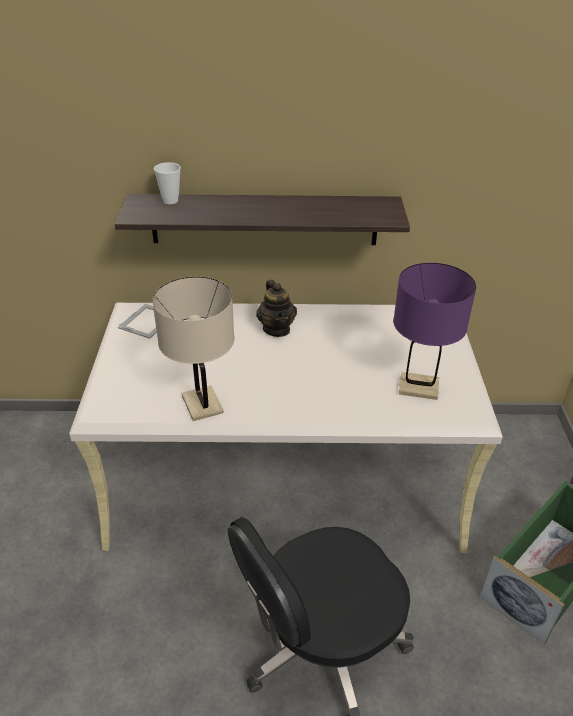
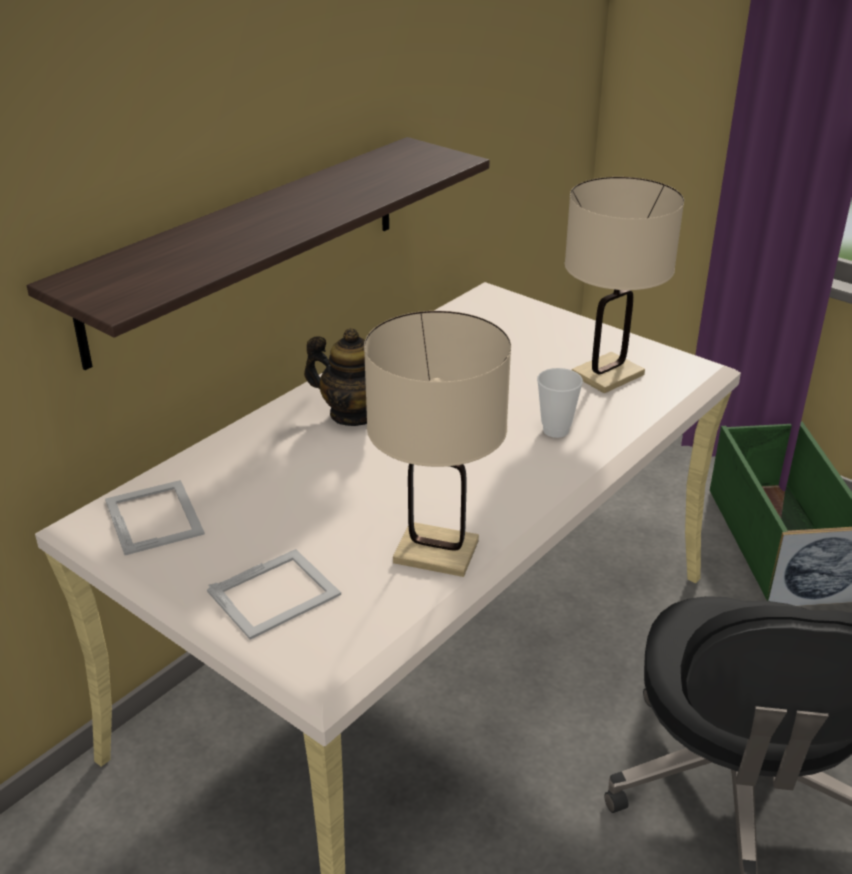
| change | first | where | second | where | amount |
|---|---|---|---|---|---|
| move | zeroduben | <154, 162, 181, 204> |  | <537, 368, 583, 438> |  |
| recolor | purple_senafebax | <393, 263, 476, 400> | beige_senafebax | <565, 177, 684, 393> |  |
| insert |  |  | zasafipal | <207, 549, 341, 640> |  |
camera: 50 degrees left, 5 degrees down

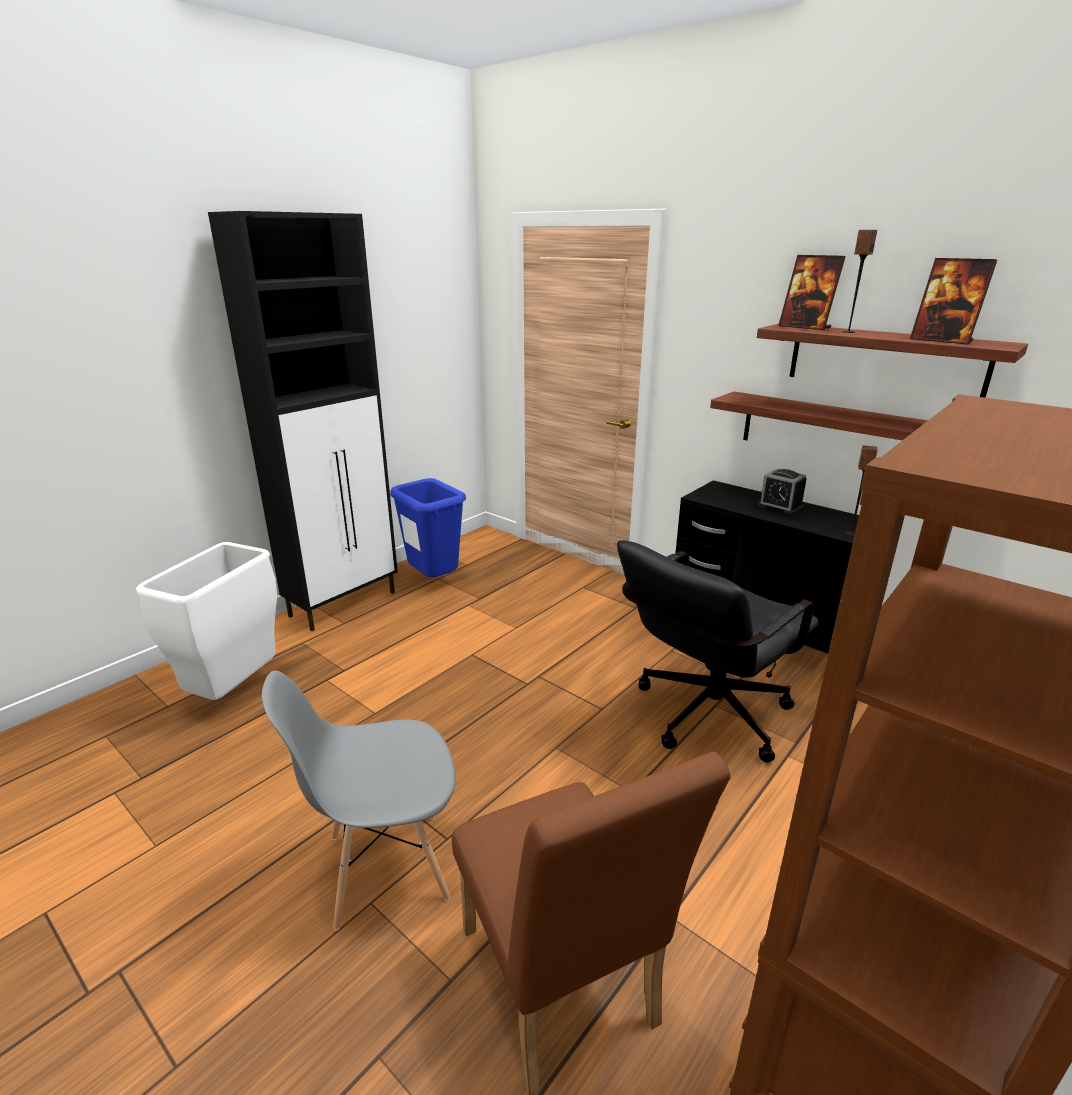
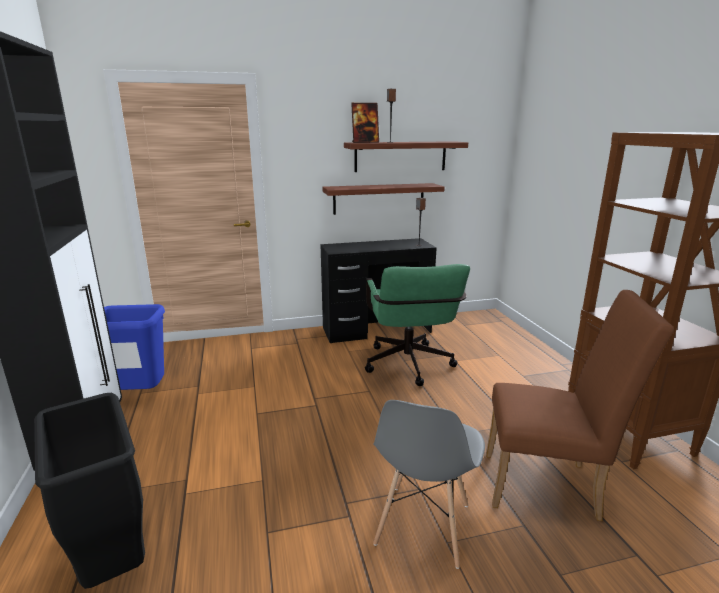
| change | first | where | second | where | amount |
|---|---|---|---|---|---|
| recolor | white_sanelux | <136, 542, 277, 700> | black_sanelux | <34, 393, 145, 589> |  |
| recolor | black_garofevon | <617, 540, 819, 763> | green_garofevon | <365, 264, 470, 386> |  |
| delete | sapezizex | <758, 469, 807, 515> |  |  |  |
| delete | zasafipal | <910, 258, 997, 345> |  |  |  |
camera: 55 degrees left, 5 degrees down

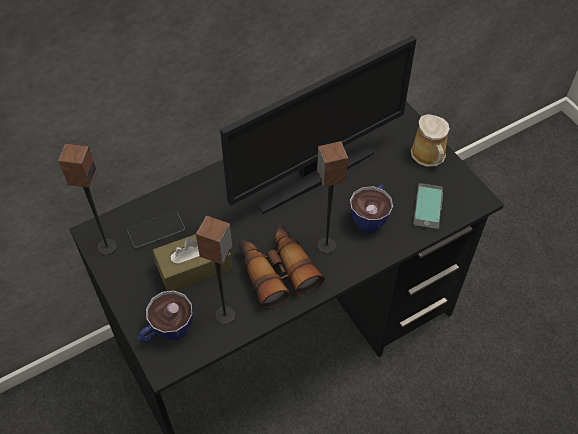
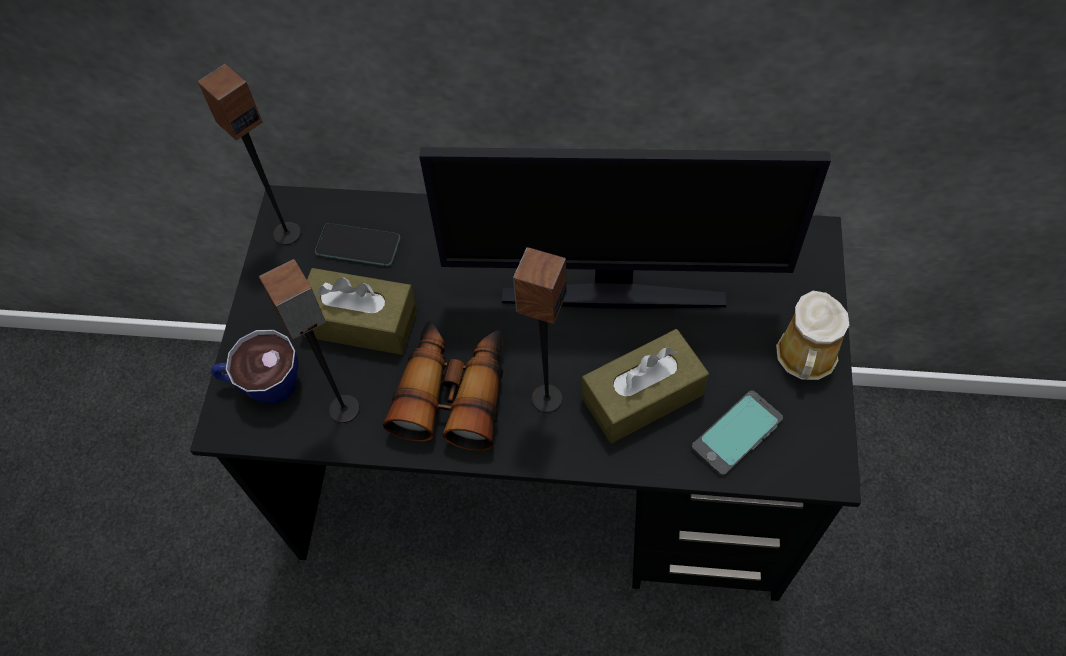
| change | first | where | second | where | amount |
|---|---|---|---|---|---|
| replace | zeroduben | <350, 185, 393, 233> | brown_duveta | <582, 329, 709, 443> |  |
camera: 40 degrees right, 5 degrees up

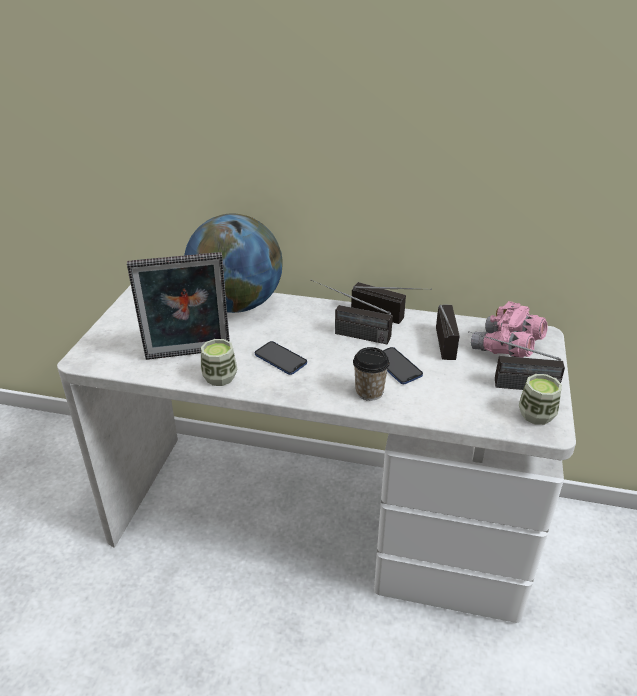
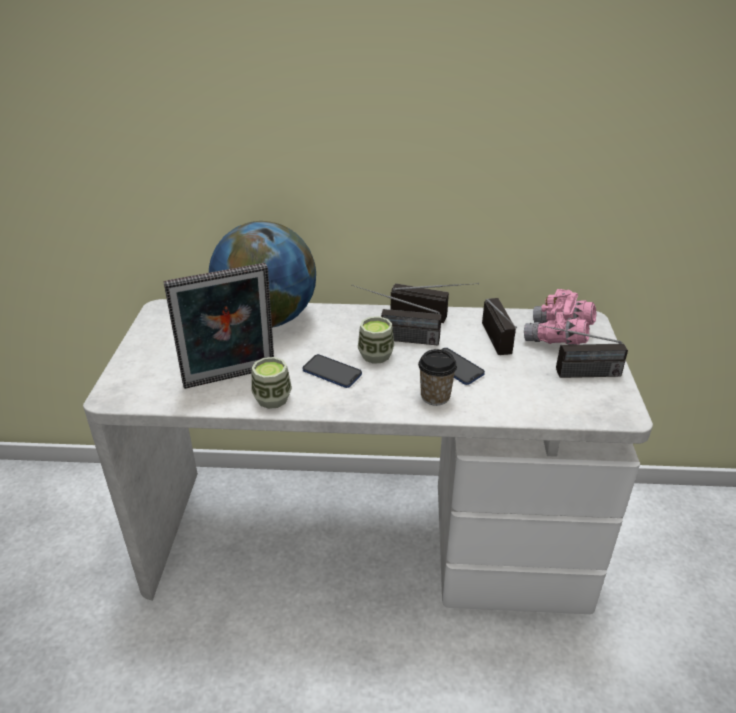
| change | first | where | second | where | amount |
|---|---|---|---|---|---|
| move | zeroduben | <519, 374, 562, 425> |  | <358, 316, 394, 364> |  |
camera: 10 degrees left, 0 degrees up

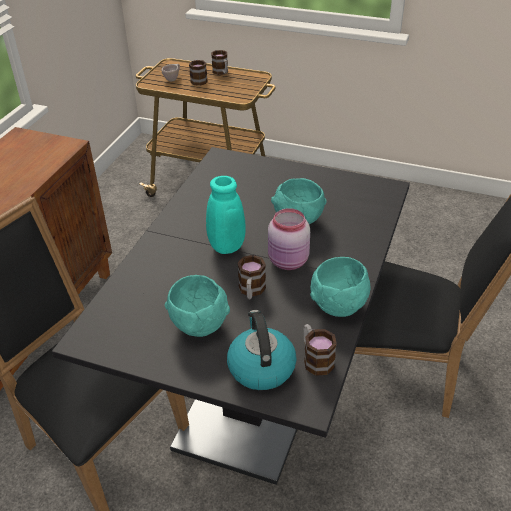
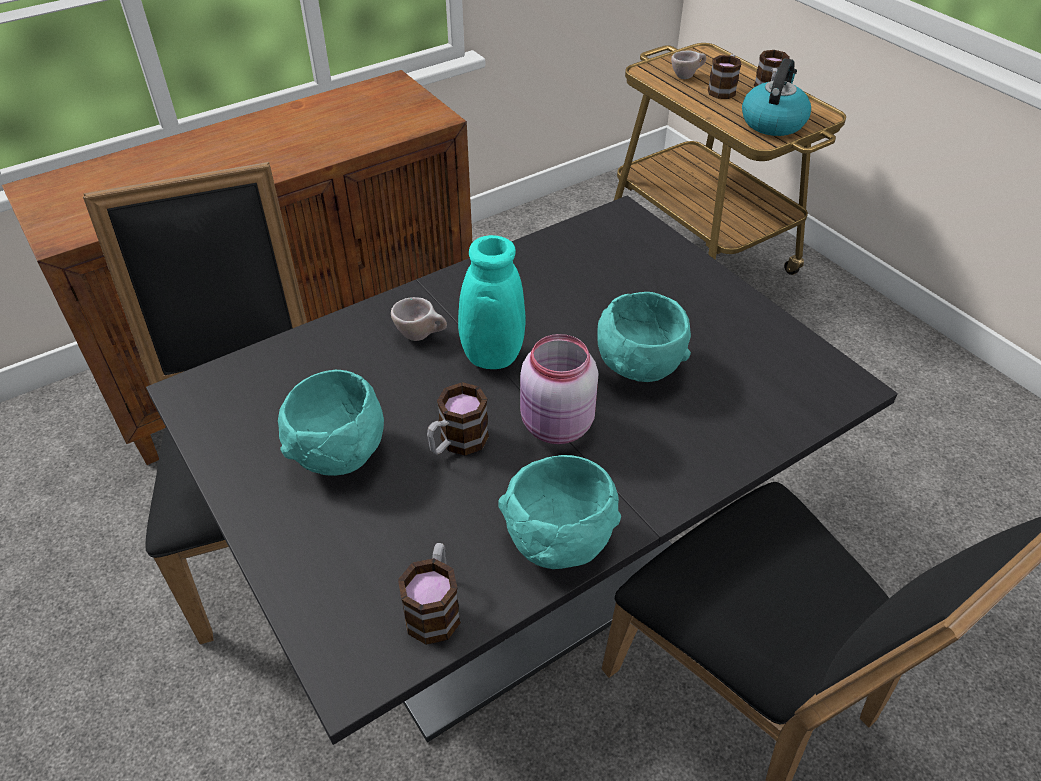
| change | first | where | second | where | amount |
|---|---|---|---|---|---|
| move | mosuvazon | <227, 310, 297, 390> |  | <742, 58, 811, 136> |  |
| insert |  |  | beige_zeroduben | <391, 297, 447, 341> |  |
camera: 35 degrees right, 5 degrees up

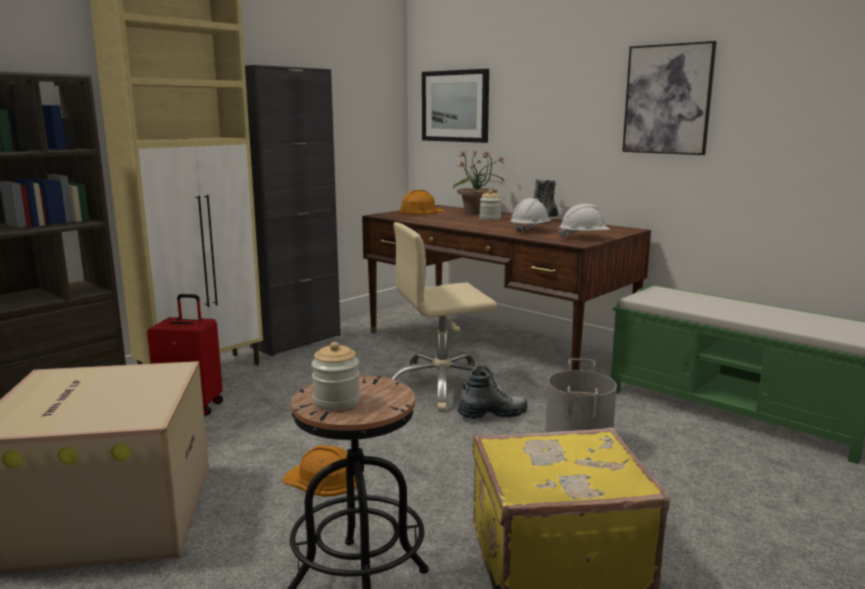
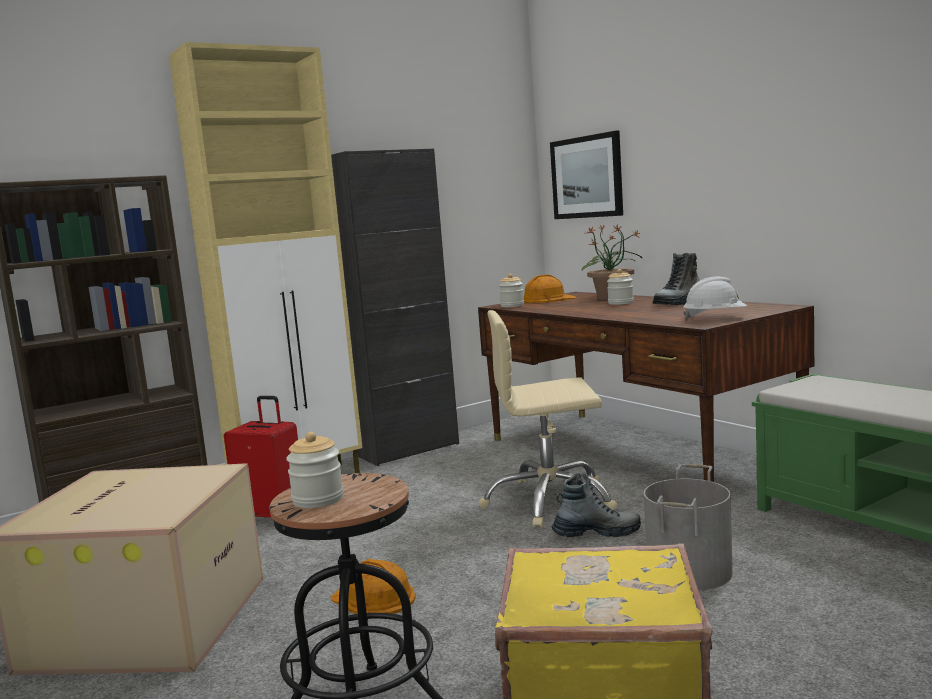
| change | first | where | second | where | amount |
|---|---|---|---|---|---|
| delete | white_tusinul | <511, 198, 552, 233> |  |  |  |
| delete | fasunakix | <622, 41, 717, 155> |  |  |  |
| insert |  |  | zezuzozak | <499, 274, 524, 307> |  |
camera: 15 degrees right, 5 degrees down

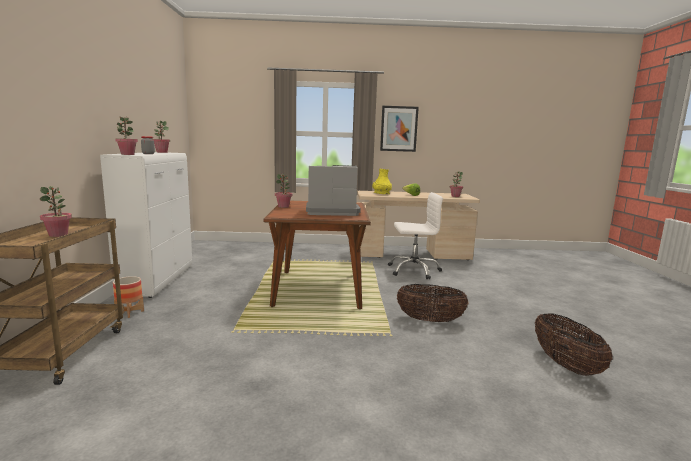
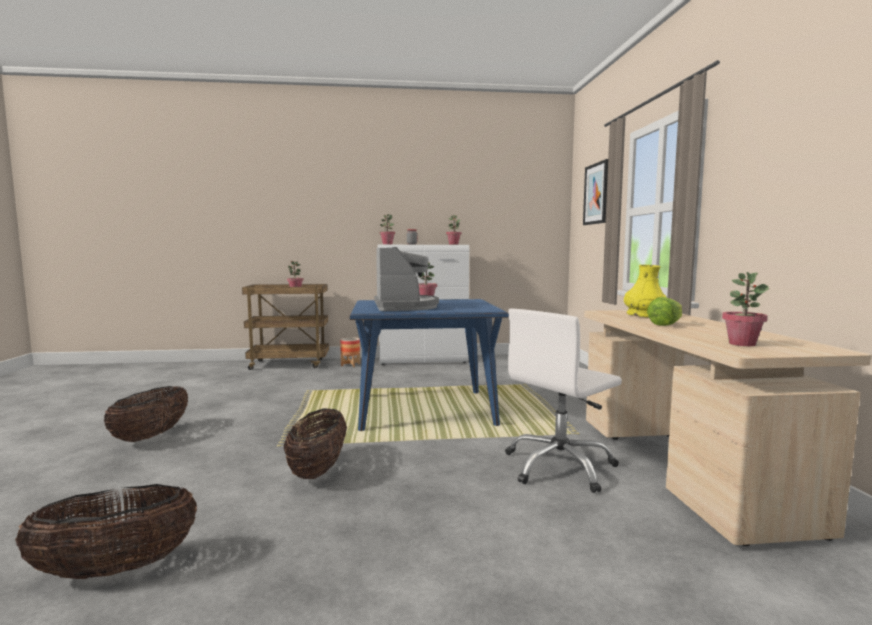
| change | first | where | second | where | amount |
|---|---|---|---|---|---|
| recolor | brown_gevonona | <264, 201, 371, 309> | blue_gevonona | <350, 299, 509, 431> |  |
| move | fasunakix | <380, 106, 419, 152> |  | <583, 159, 608, 225> |  |
| rotate | white_garofevon | <388, 192, 443, 279> |  | <505, 309, 622, 493> | 60 degrees clockwise |
| insert |  |  | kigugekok | <104, 386, 188, 442> |  |
camera: 85 degrees right, 5 degrees down

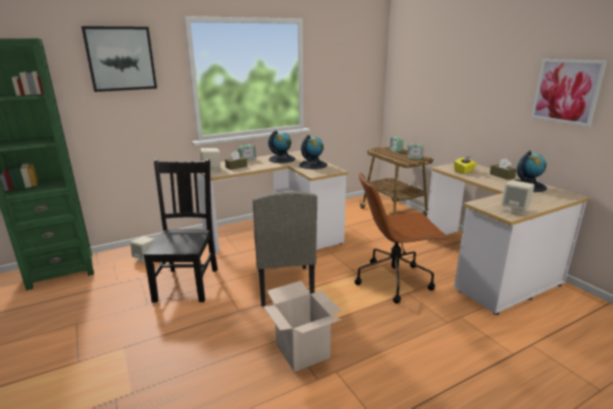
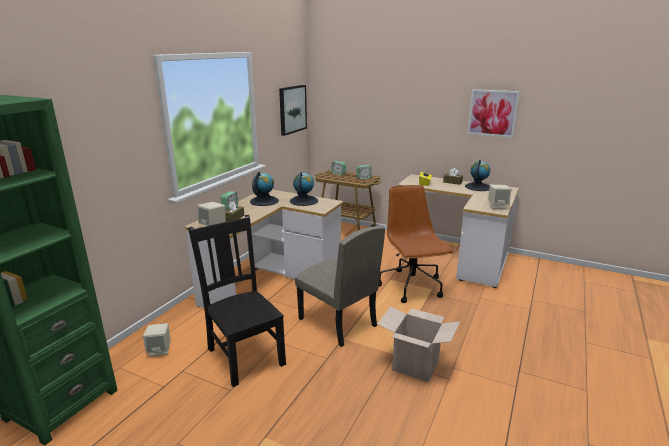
| change | first | where | second | where | amount |
|---|---|---|---|---|---|
| move | fasunakix | <81, 26, 157, 92> |  | <279, 85, 307, 136> |  |
| rotate | brown_garofevon | <355, 172, 448, 304> |  | <378, 185, 454, 303> | 120 degrees clockwise |
camera: 35 degrees left, 0 degrees up

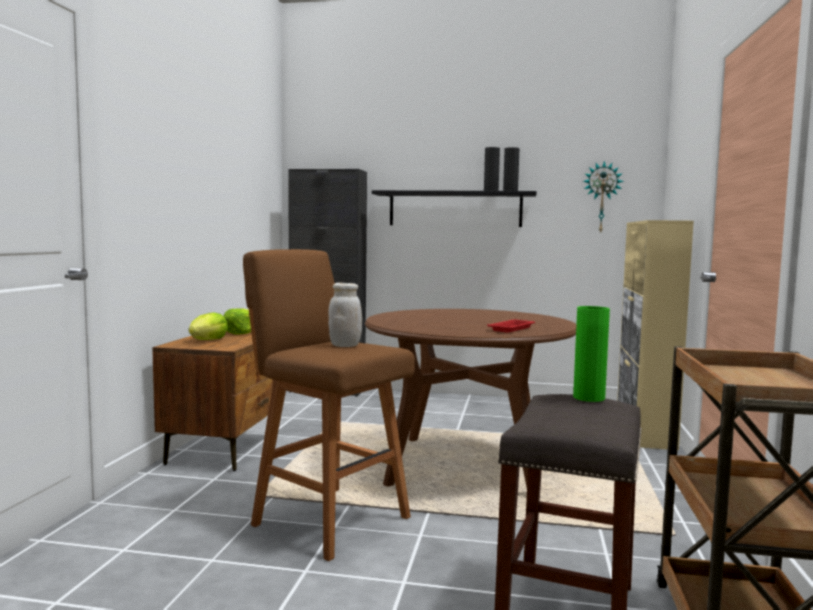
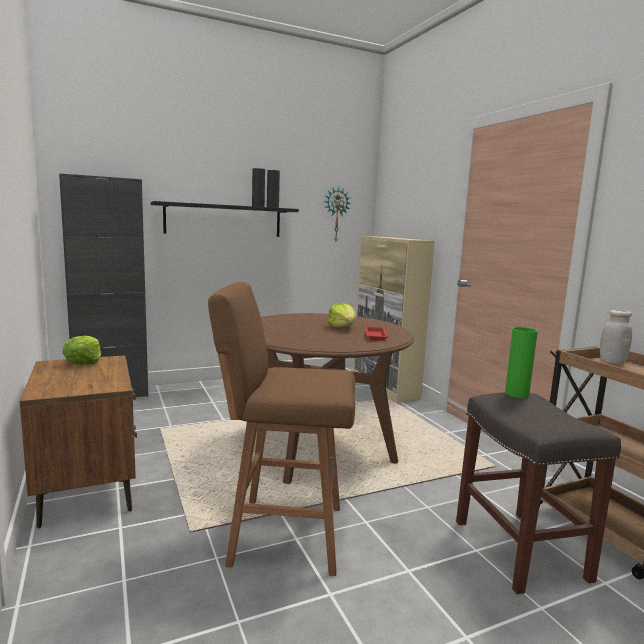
| change | first | where | second | where | amount |
|---|---|---|---|---|---|
| move | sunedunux | <189, 312, 228, 340> |  | <327, 303, 356, 328> |  |
| move | white_zezuzozak | <328, 283, 362, 347> |  | <600, 310, 632, 364> |  |
camera: 35 degrees left, 5 degrees up

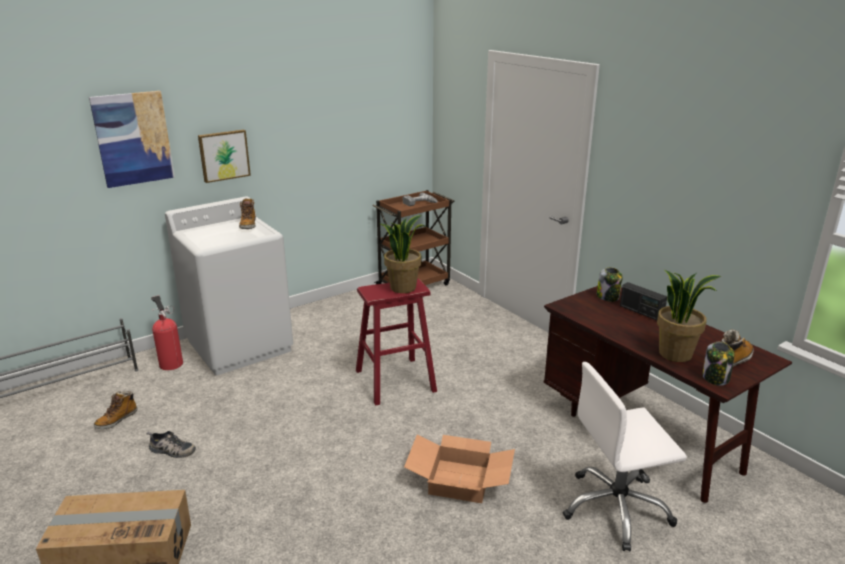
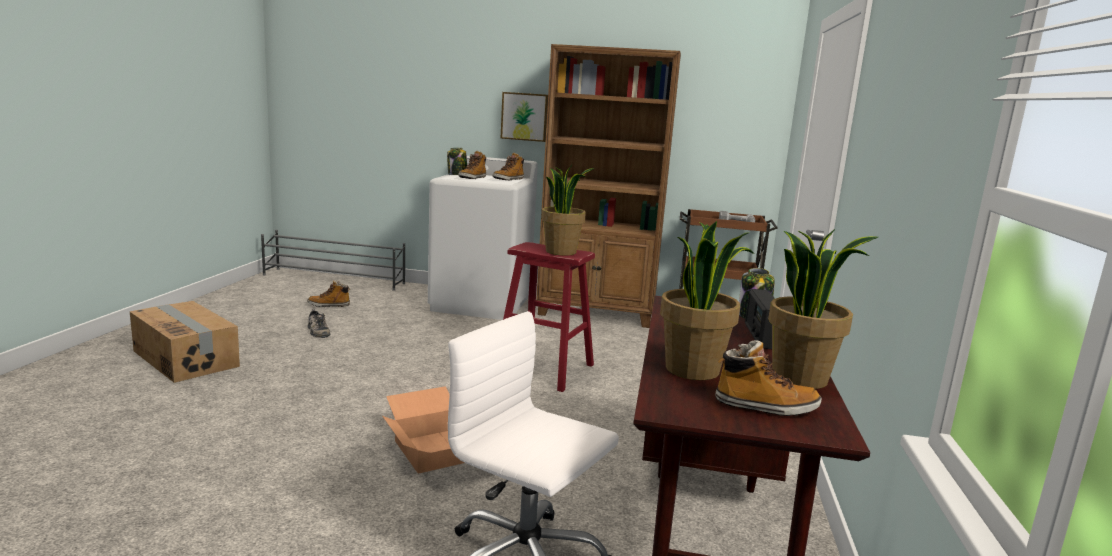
| change | first | where | second | where | amount |
|---|---|---|---|---|---|
| delete | fasunakix | <89, 91, 175, 188> |  |  |  |
| delete | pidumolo | <151, 296, 183, 370> |  |  |  |
| move | zezuzozak | <702, 342, 734, 386> |  | <447, 148, 467, 175> |  |
| insert |  |  | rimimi | <459, 151, 486, 179> |  |
| insert |  |  | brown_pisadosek | <536, 44, 681, 328> |  |
| insert |  |  | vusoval | <768, 229, 878, 389> |  |
camera: 45 degrees right, 10 degrees down

